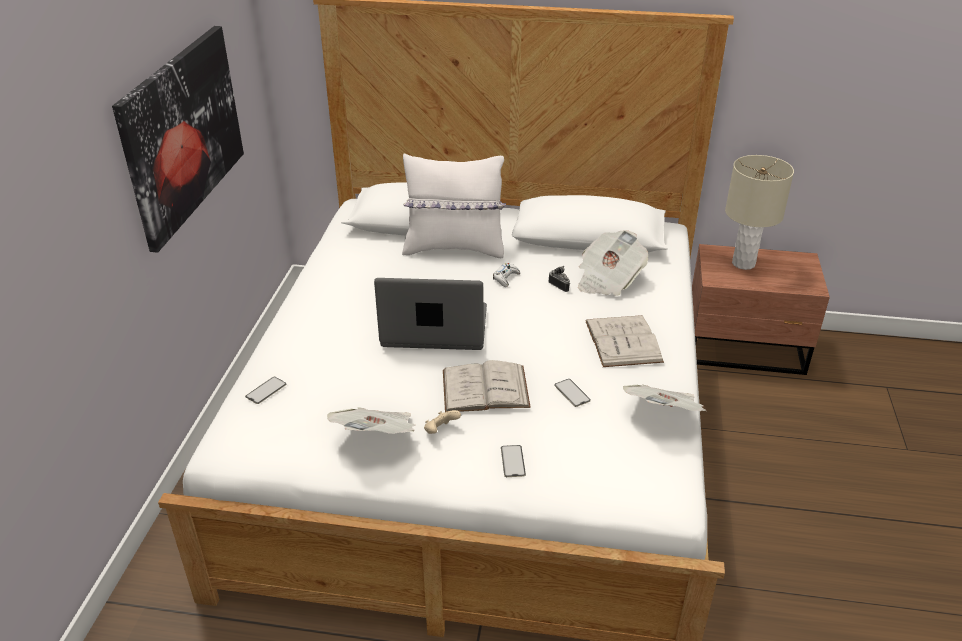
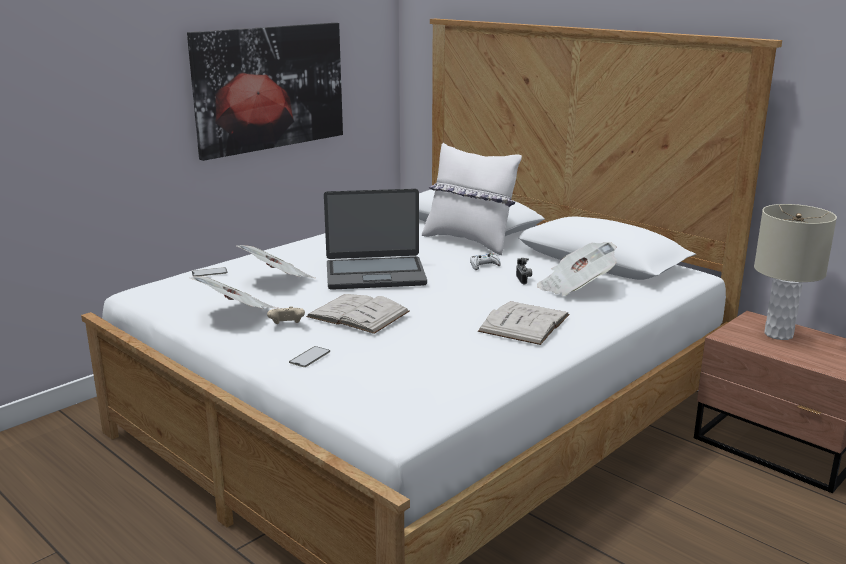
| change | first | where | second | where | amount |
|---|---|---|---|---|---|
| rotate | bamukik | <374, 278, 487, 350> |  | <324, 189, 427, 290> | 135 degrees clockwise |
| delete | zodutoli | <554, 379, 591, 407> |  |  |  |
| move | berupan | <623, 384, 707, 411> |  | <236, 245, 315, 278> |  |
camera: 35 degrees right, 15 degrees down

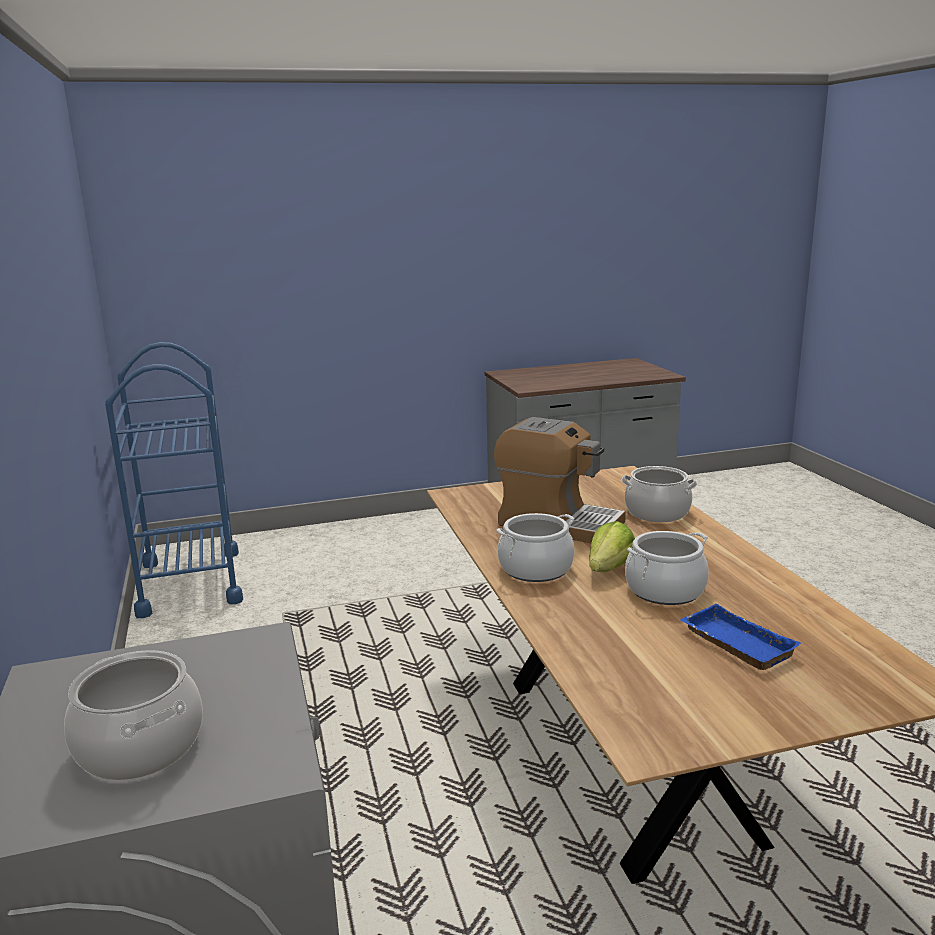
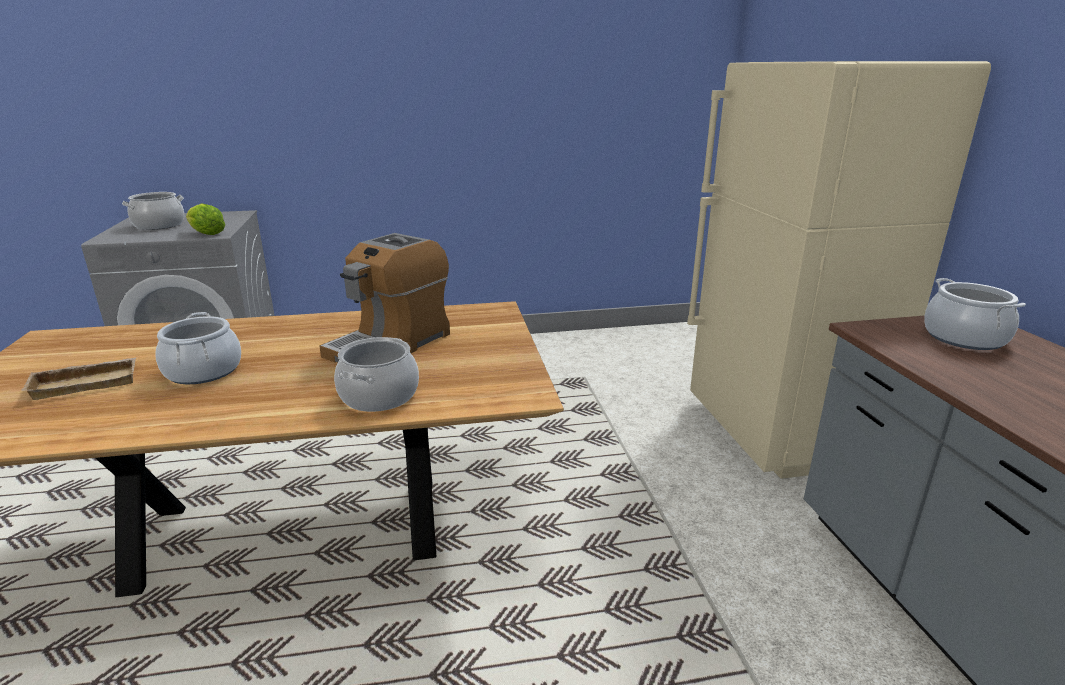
| change | first | where | second | where | amount |
|---|---|---|---|---|---|
| delete | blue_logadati | <105, 342, 243, 618> |  |  |  |
| move | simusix | <496, 513, 574, 582> |  | <924, 278, 1026, 350> |  |
| move | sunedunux | <589, 521, 635, 572> |  | <186, 203, 225, 235> |  |
| recolor | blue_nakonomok | <680, 604, 801, 670> | beige_nakonomok | <21, 358, 136, 400> |  |
| insert |  |  | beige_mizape | <687, 61, 991, 479> |  |
camera: 95 degrees right, 5 degrees up

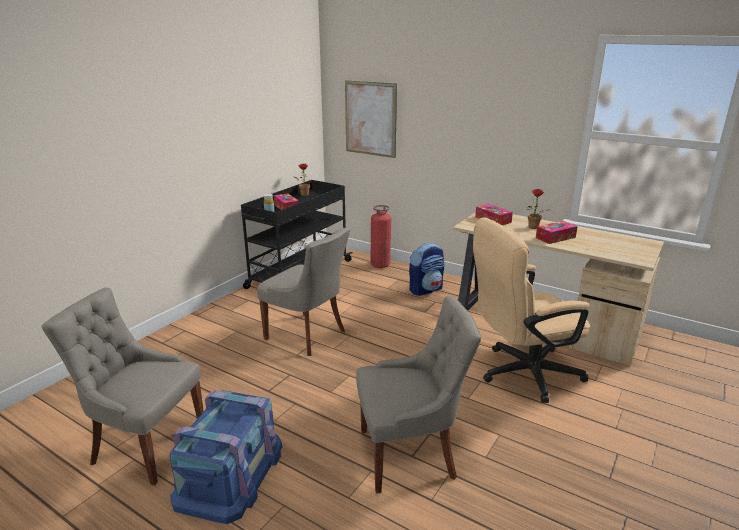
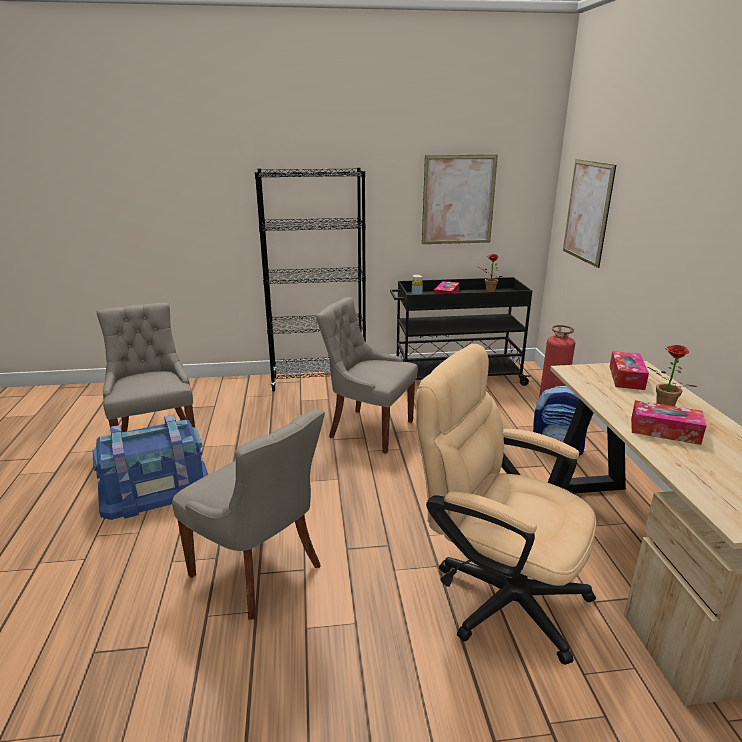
| change | first | where | second | where | amount |
|---|---|---|---|---|---|
| rotate | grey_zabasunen | <257, 228, 350, 356> |  | <316, 297, 418, 454> | 120 degrees clockwise |
| insert |  |  | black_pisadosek | <255, 167, 366, 392> |  |
| insert |  |  | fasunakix | <422, 155, 498, 244> |  |
camera: 50 degrees right, 0 degrees up

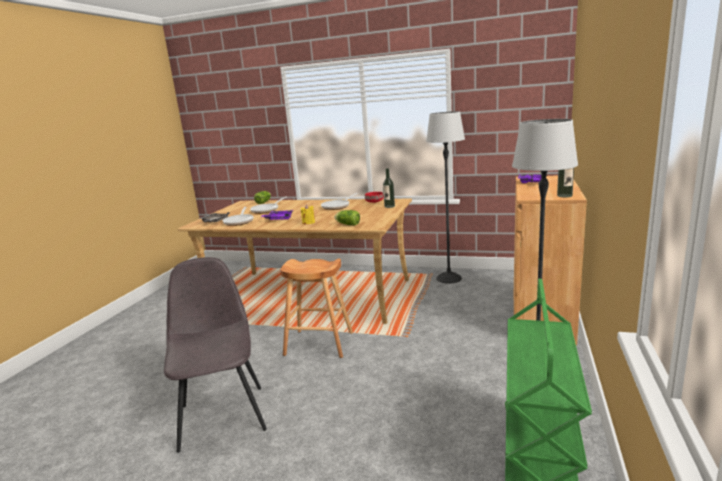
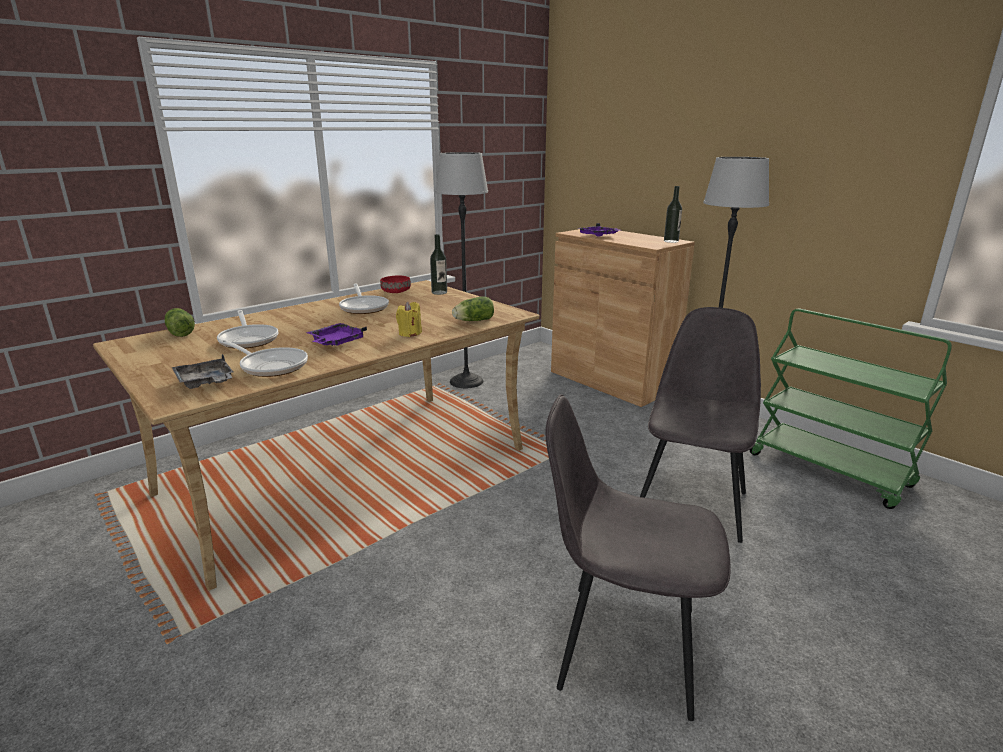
| change | first | where | second | where | amount |
|---|---|---|---|---|---|
| delete | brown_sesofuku | <280, 259, 353, 358> |  |  |  |
| insert |  |  | grey_zabasunen | <640, 307, 761, 543> |  |
camera: 60 degrees left, 5 degrees up

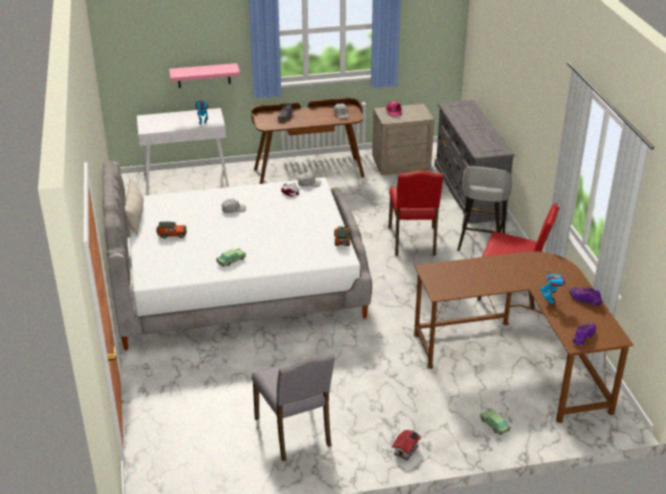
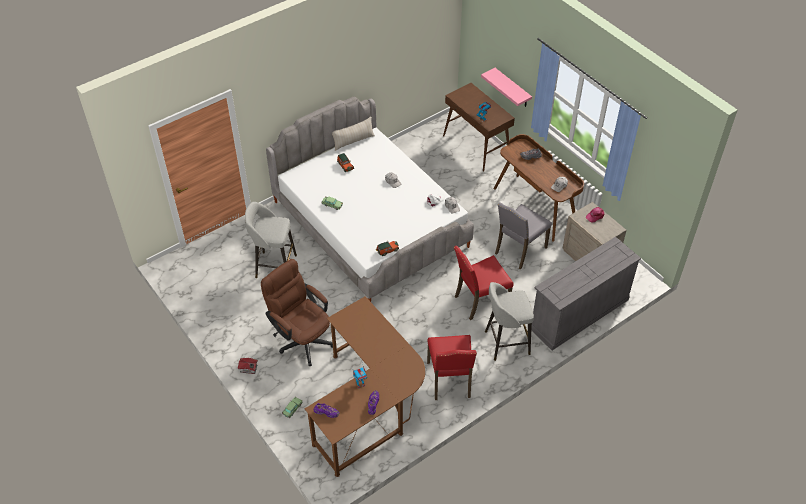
| change | first | where | second | where | amount |
|---|---|---|---|---|---|
| recolor | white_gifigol | <137, 108, 229, 195> | brown_gifigol | <443, 83, 515, 171> |  |
| move | grey_zabasunen | <252, 353, 335, 461> |  | <495, 202, 552, 270> |  |
| insert |  |  | grey_sesofuku | <245, 202, 297, 278> |  |
| insert |  |  | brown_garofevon | <261, 259, 333, 366> |  |
camera: 65 degrees right, 15 degrees up

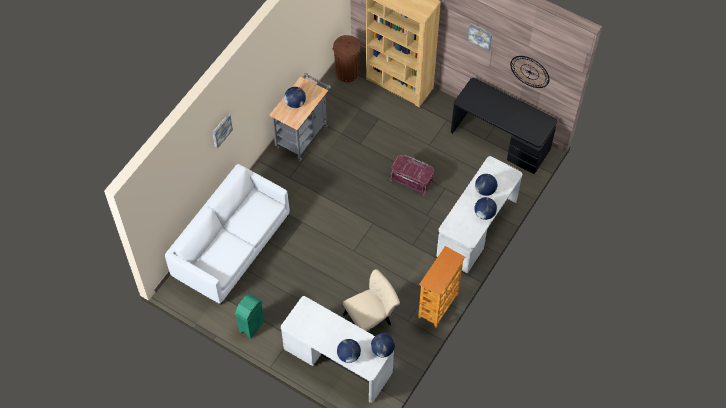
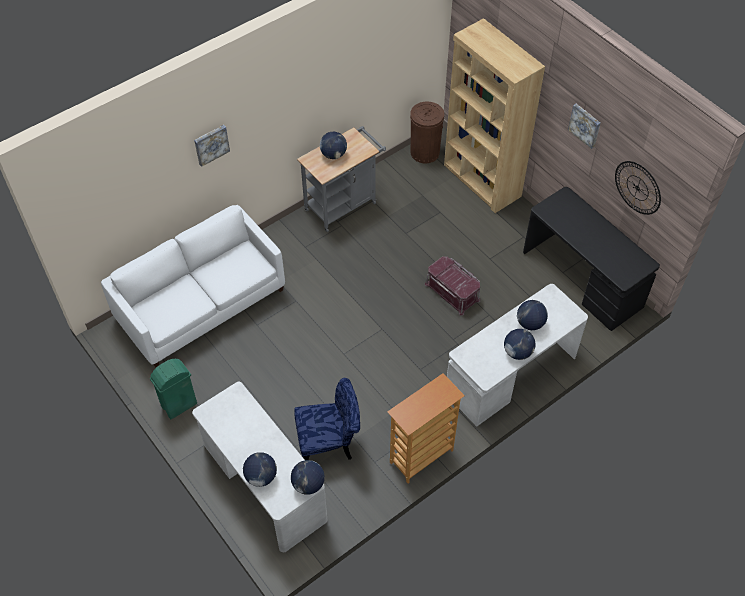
| change | first | where | second | where | amount |
|---|---|---|---|---|---|
| recolor | beige_zabasunen | <343, 269, 400, 331> | blue_zabasunen | <294, 378, 360, 460> |  |
camera: 20 degrees right, 5 degrees down

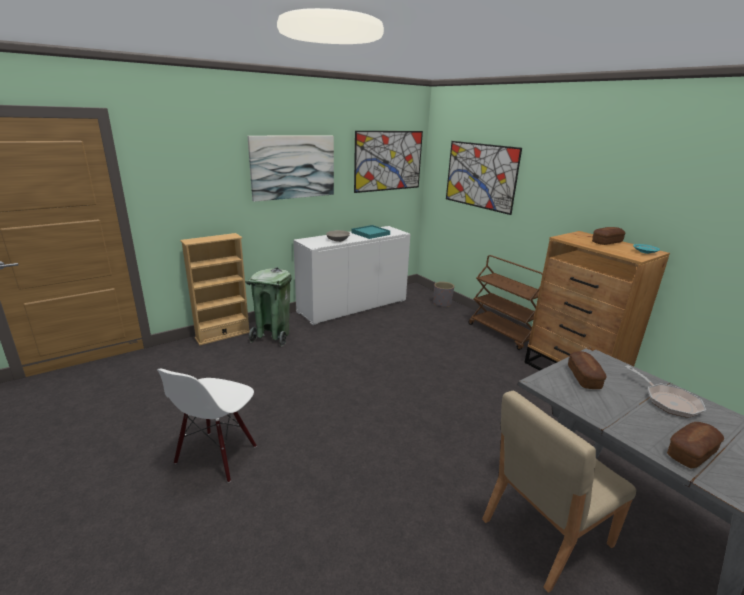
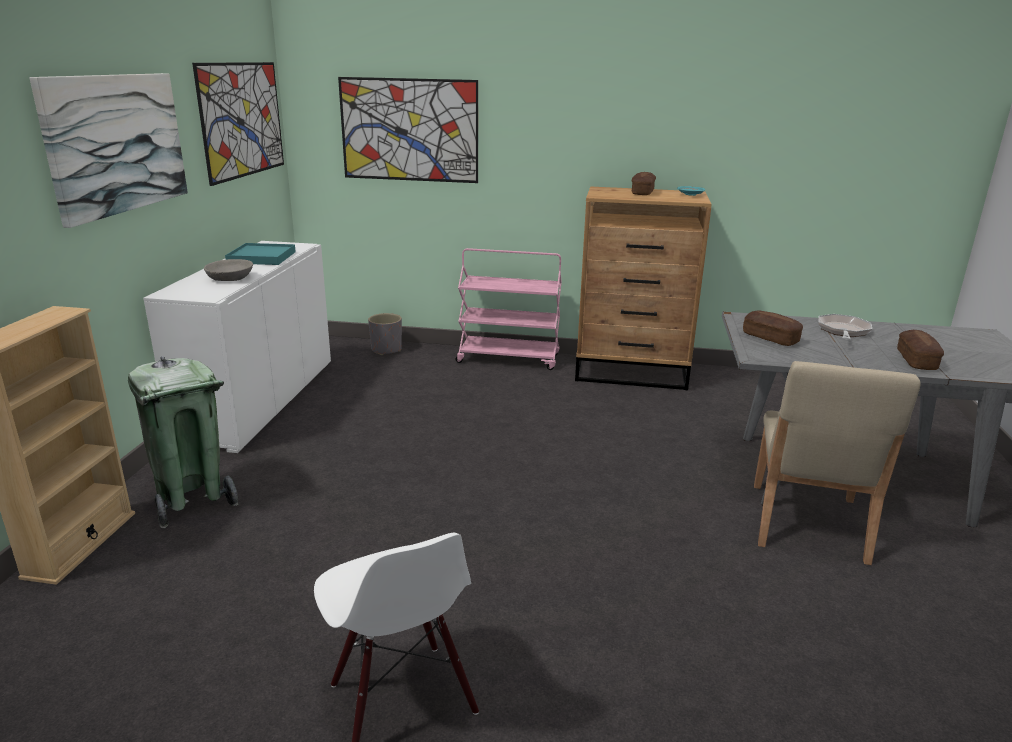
| change | first | where | second | where | amount |
|---|---|---|---|---|---|
| recolor | brown_logadati | <468, 255, 543, 350> | pink_logadati | <455, 248, 562, 370> |  |
| rotate | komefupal | <625, 366, 706, 418> |  | <818, 314, 872, 339> | 90 degrees counterclockwise |
camera: 45 degrees left, 0 degrees up

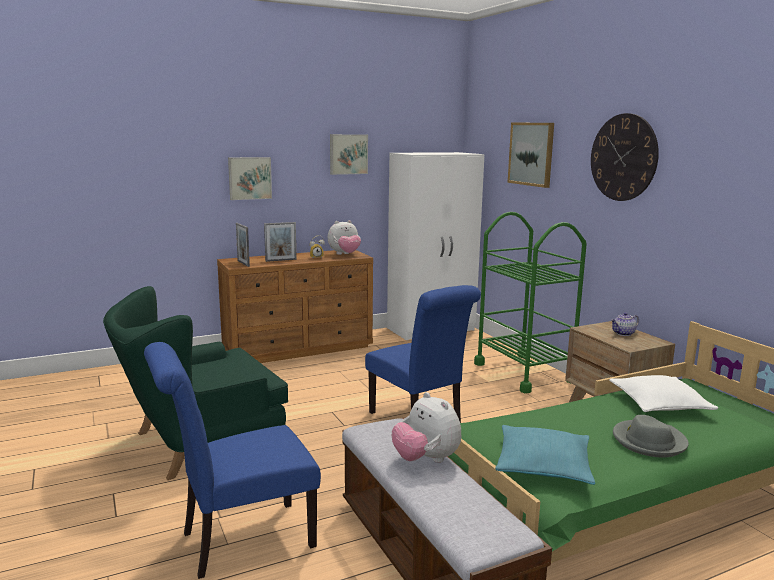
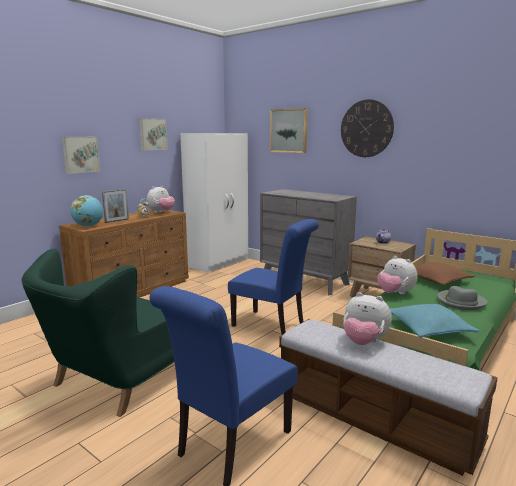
| change | first | where | second | where | amount |
|---|---|---|---|---|---|
| replace | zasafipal | <236, 223, 250, 267> | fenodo | <70, 195, 103, 227> |  |
| replace | green_logadati | <474, 212, 587, 393> | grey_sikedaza | <260, 189, 357, 295> |  |
| recolor | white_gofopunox | <609, 375, 718, 412> | brown_gofopunox | <415, 262, 475, 285> |  |
| insert |  |  | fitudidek | <377, 256, 417, 295> |  |
camera: 25 degrees left, 0 degrees up

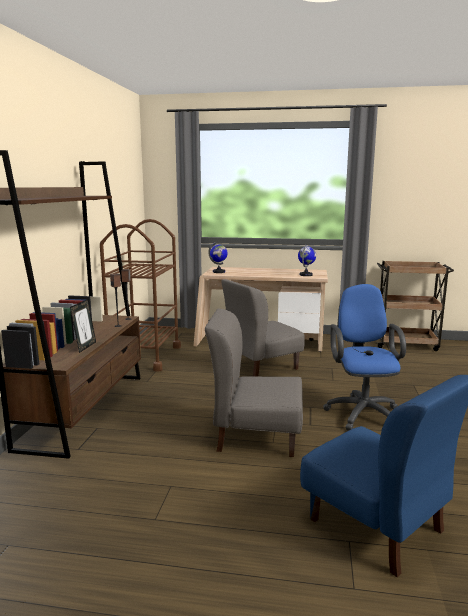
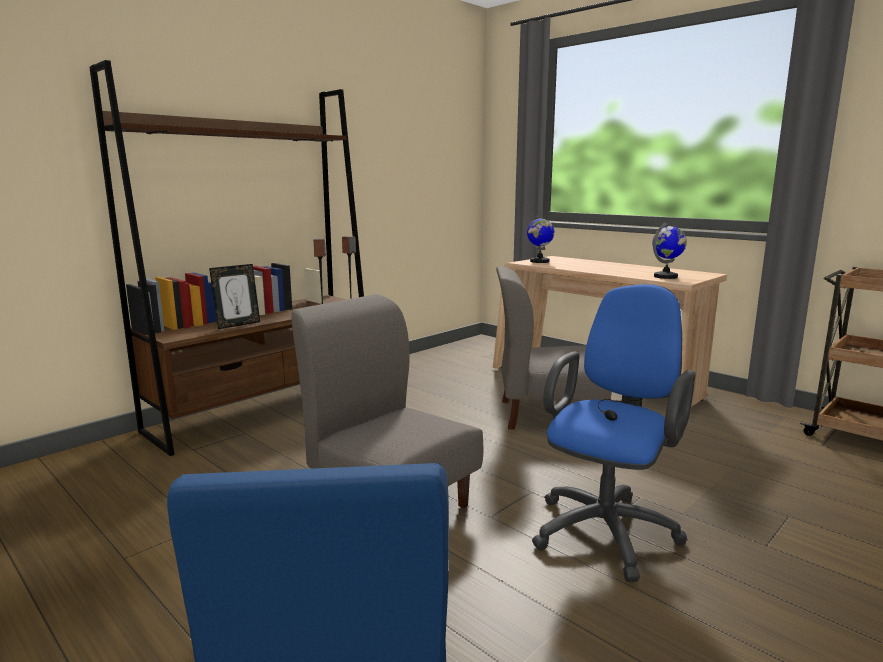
| change | first | where | second | where | amount |
|---|---|---|---|---|---|
| delete | brown_logadati | <100, 219, 181, 372> |  |  |  |
camera: 35 degrees right, 0 degrees up

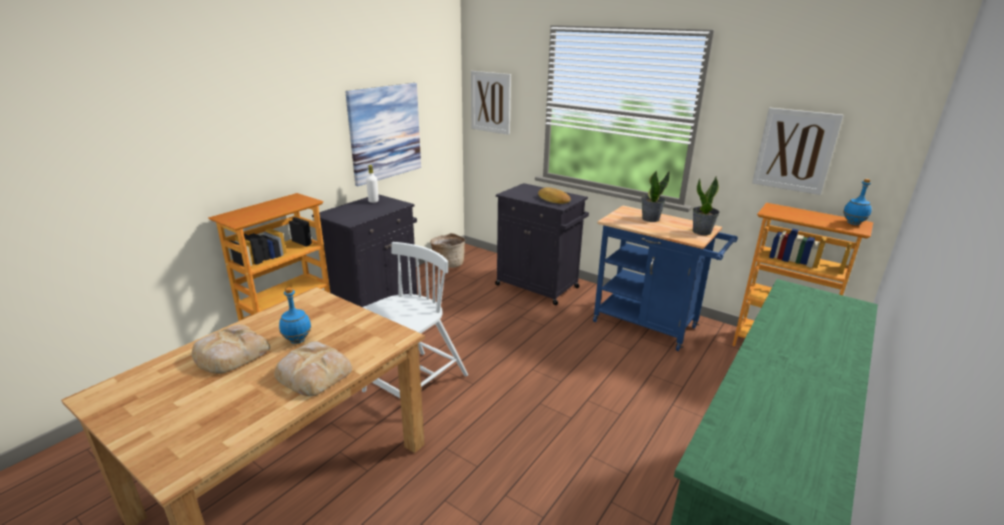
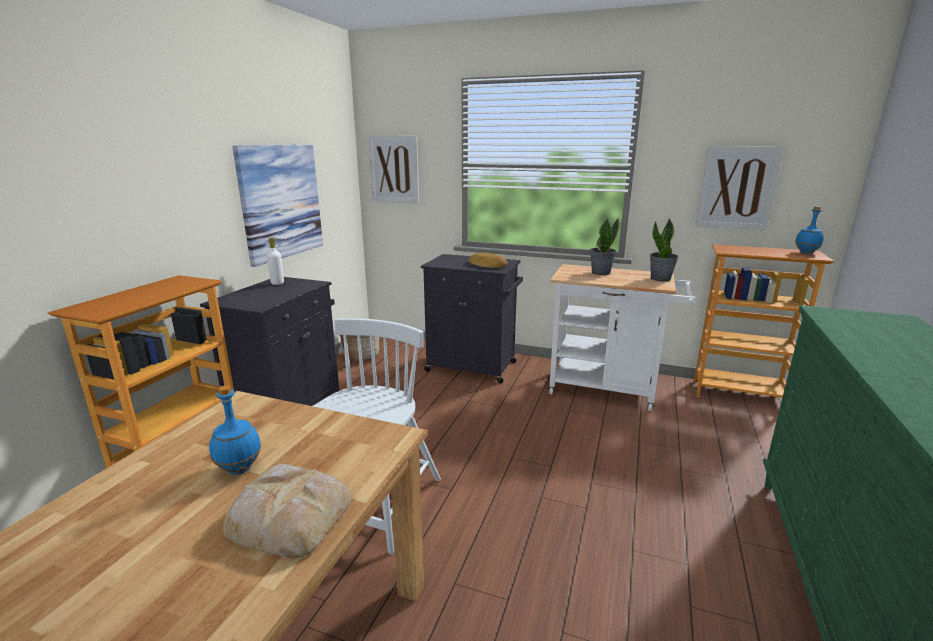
| change | first | where | second | where | amount |
|---|---|---|---|---|---|
| delete | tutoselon | <192, 324, 270, 374> |  |  |  |
| recolor | blue_logadati | <593, 206, 738, 351> | white_logadati | <549, 264, 696, 411> |  |
camera: 15 degrees left, 5 degrees down

